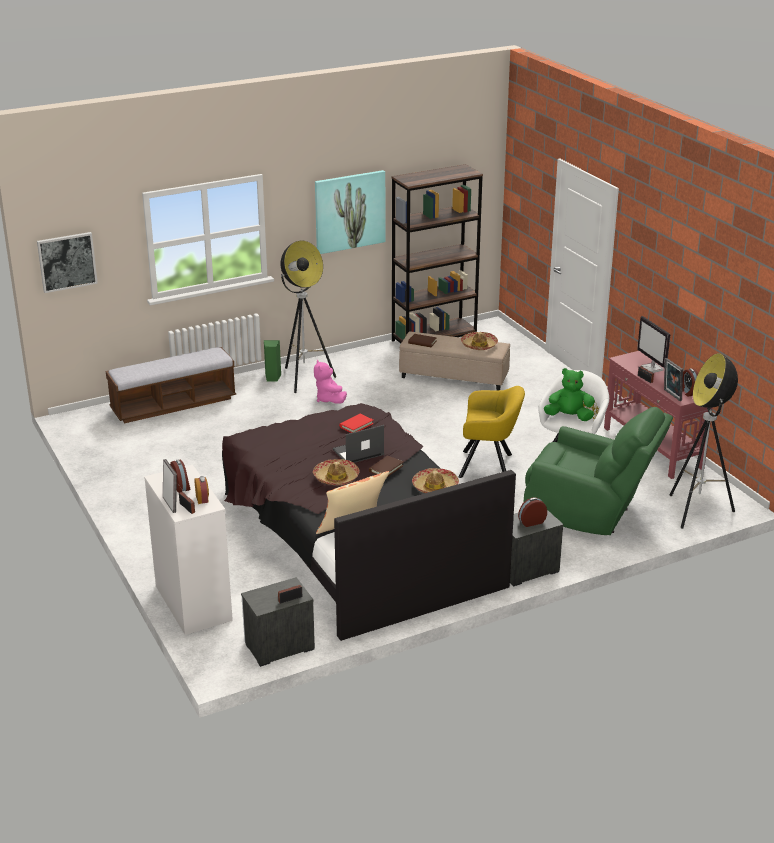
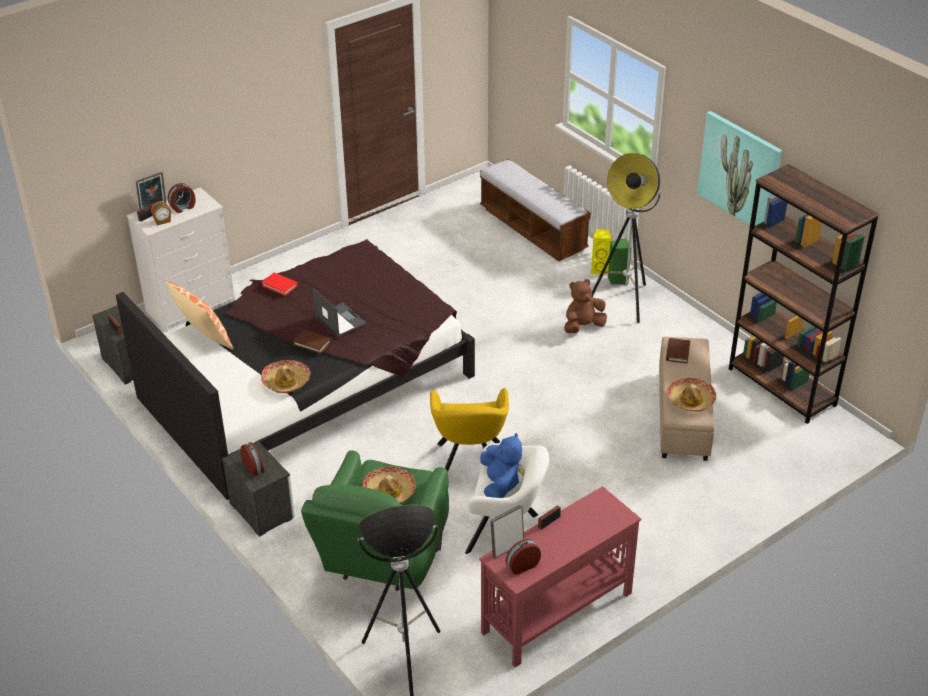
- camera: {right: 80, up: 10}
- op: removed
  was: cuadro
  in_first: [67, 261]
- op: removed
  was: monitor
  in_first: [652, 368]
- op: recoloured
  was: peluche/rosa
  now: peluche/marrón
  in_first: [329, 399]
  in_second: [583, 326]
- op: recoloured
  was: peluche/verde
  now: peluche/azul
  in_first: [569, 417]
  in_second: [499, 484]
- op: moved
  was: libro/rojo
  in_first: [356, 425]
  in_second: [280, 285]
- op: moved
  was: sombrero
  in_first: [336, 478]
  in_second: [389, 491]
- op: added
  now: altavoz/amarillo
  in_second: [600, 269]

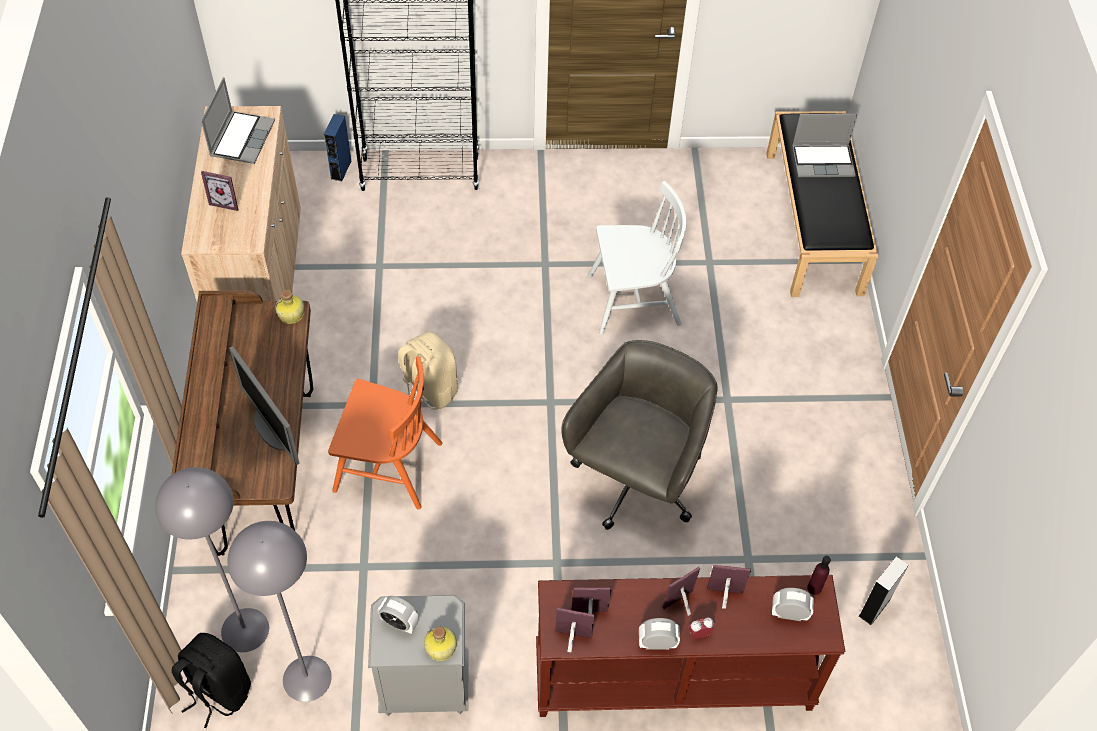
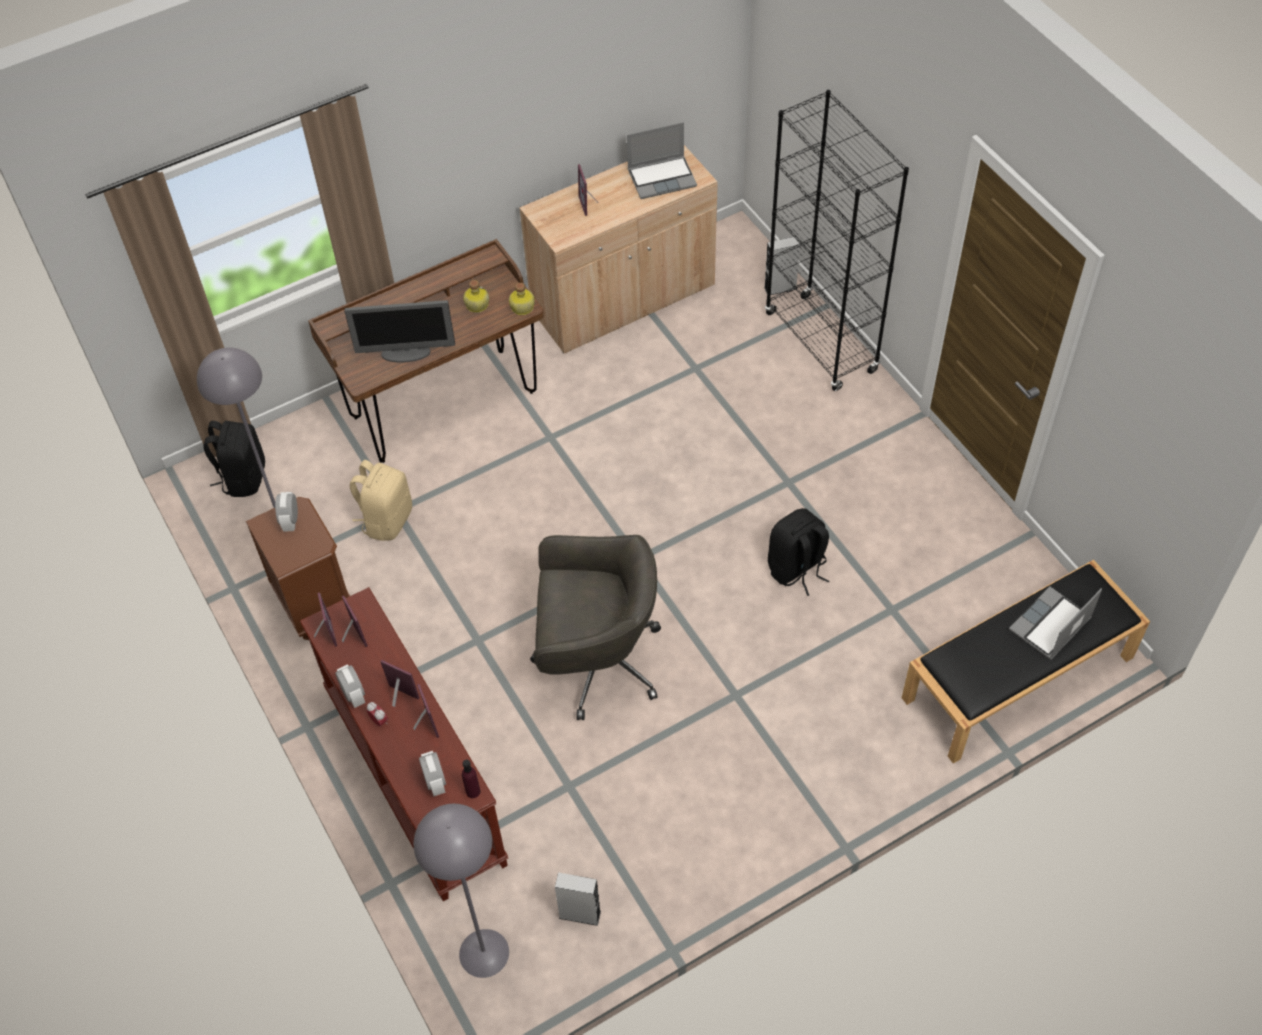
- camera: {right: 65, up: 0}
- op: recoloured
  was: altavoz/azul
  now: altavoz/gris
  in_first: [341, 169]
  in_second: [780, 288]
- op: turned
  was: portátil
  in_first: [823, 161]
  in_second: [1050, 626]
  clockwise: 75
- op: replaced
  was: silla/blanco
  now: mochila/negro
  in_first: [633, 300]
  in_second: [797, 569]
- op: moved
  was: mochila/beis
  in_first: [428, 390]
  in_second: [386, 520]
- op: turned
  was: monitor
  in_first: [272, 430]
  in_second: [406, 353]
  clockwise: -120
- op: removed
  was: silla/naranja
  in_first: [387, 466]
- op: moved
  was: lámpara de pie/gris
  in_first: [245, 630]
  in_second: [484, 953]
- op: recoloured
  was: mesita de noche/gris
  now: mesita de noche/marrón
  in_first: [424, 686]
  in_second: [314, 603]
- op: moved
  was: botella
  in_first: [440, 648]
  in_second: [476, 304]

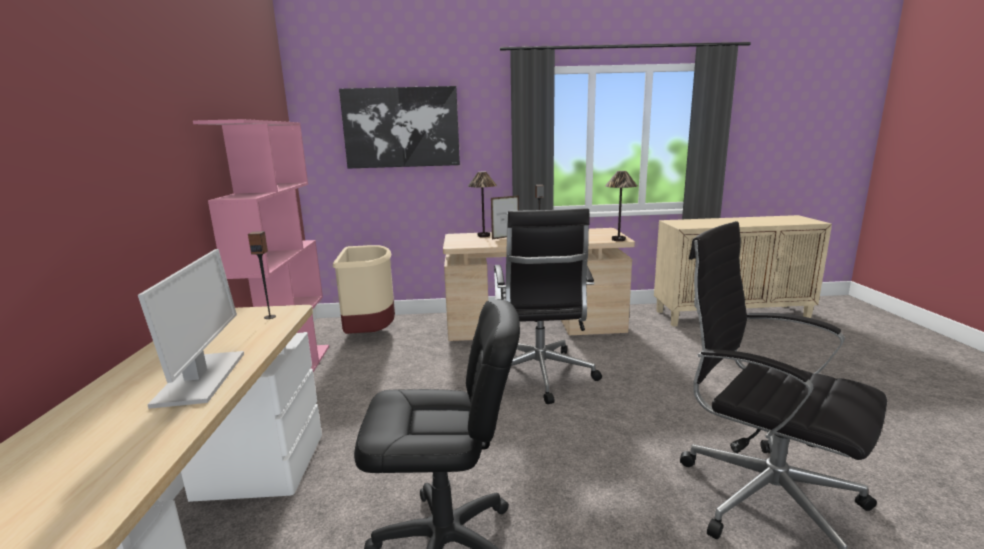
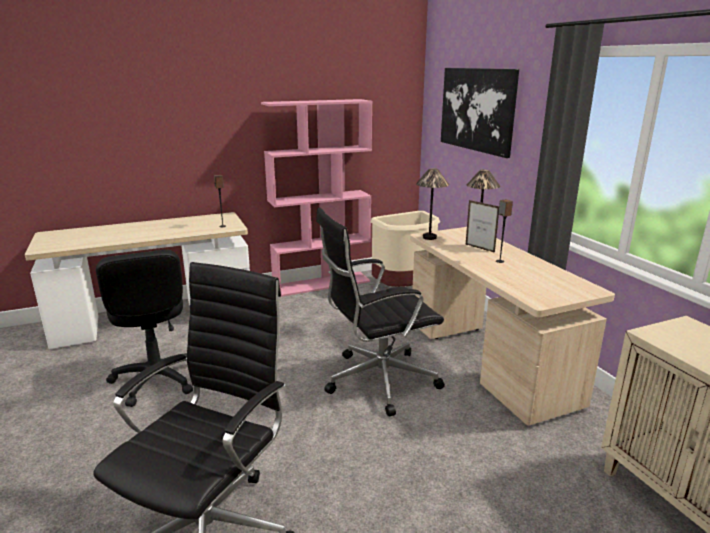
- camera: {right: 70, up: 5}
- op: moved
  was: lámpara de mesa
  in_first: [618, 239]
  in_second: [429, 237]
- op: removed
  was: monitor
  in_first: [201, 379]

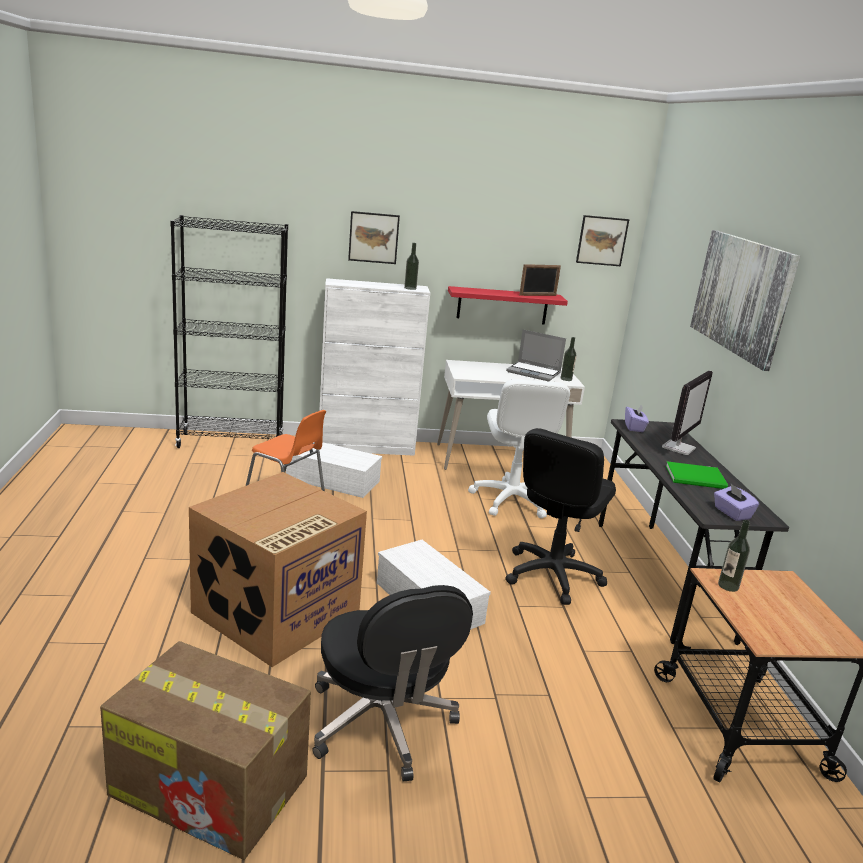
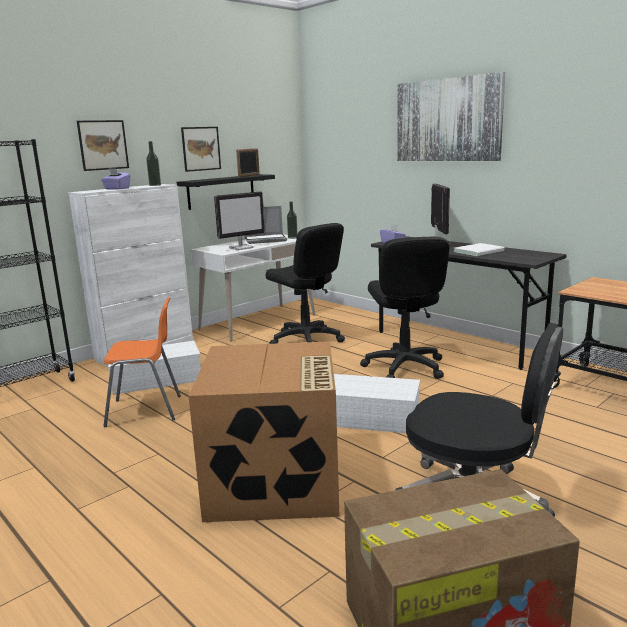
- camera: {right: -35, up: -5}
- op: moved
  was: cuadro
  in_first: [602, 240]
  in_second: [201, 148]
- op: recoloured
  was: estante/rojo
  now: estante/negro
  in_first: [502, 305]
  in_second: [221, 191]
- op: recoloured
  was: silla de oficina/blanco
  now: silla de oficina/negro
  in_first: [511, 500]
  in_second: [306, 340]
- op: recoloured
  was: libro/verde
  now: libro/blanco
  in_first: [697, 478]
  in_second: [480, 251]
- op: moved
  was: caja de pañuelos/morado
  in_first: [731, 513]
  in_second: [117, 189]
- op: removed
  was: botella
  in_first: [728, 586]
- op: added
  now: monitor
  in_second: [241, 248]

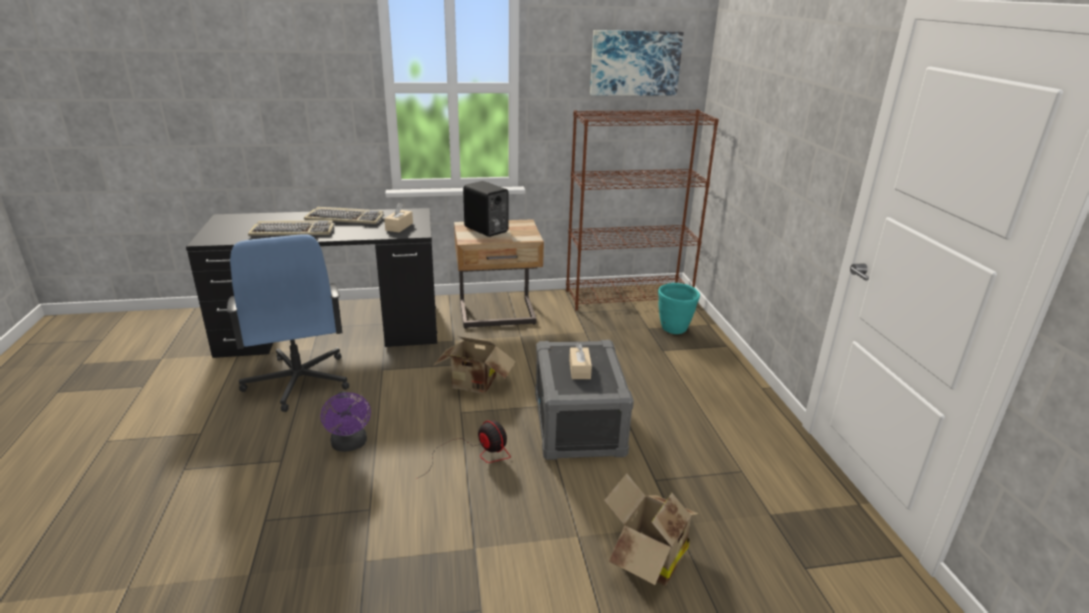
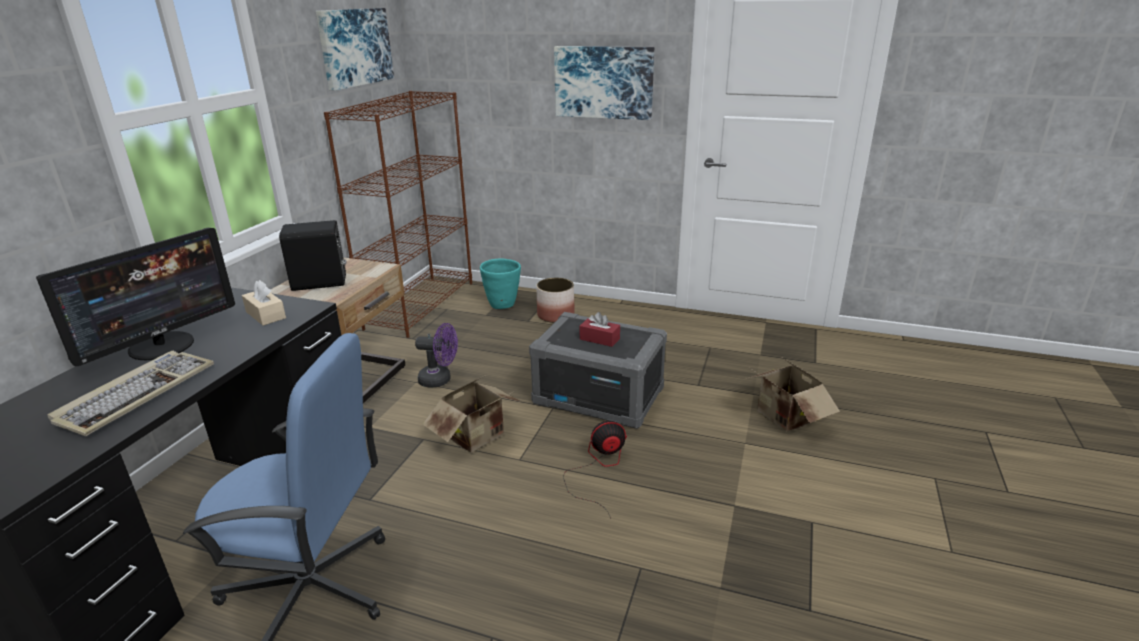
- camera: {right: -60, up: 0}
- op: replaced
  was: teclado
  now: monitor
  in_first: [346, 218]
  in_second: [162, 346]
- op: recoloured
  was: caja de pañuelos/beis
  now: caja de pañuelos/rojo
  in_first: [579, 369]
  in_second: [599, 339]
- op: moved
  was: ventilador/morado
  in_first: [350, 445]
  in_second: [440, 380]
- op: added
  now: cuadro
  in_second: [604, 82]
- op: added
  now: maceta
  in_second: [555, 316]

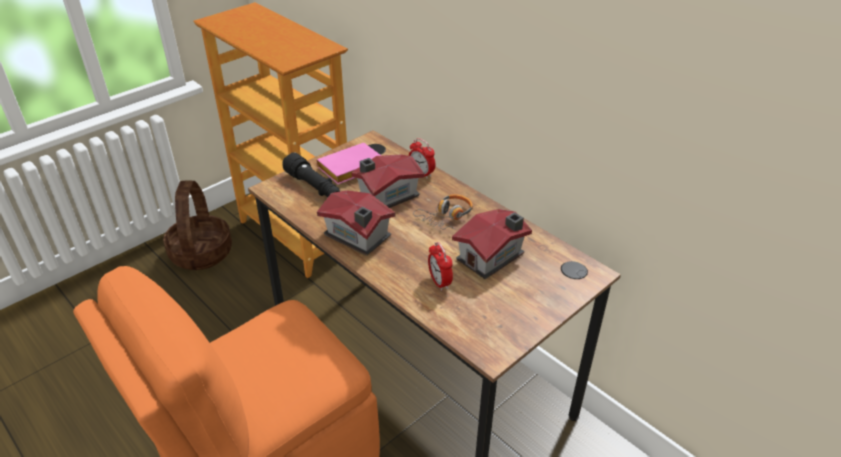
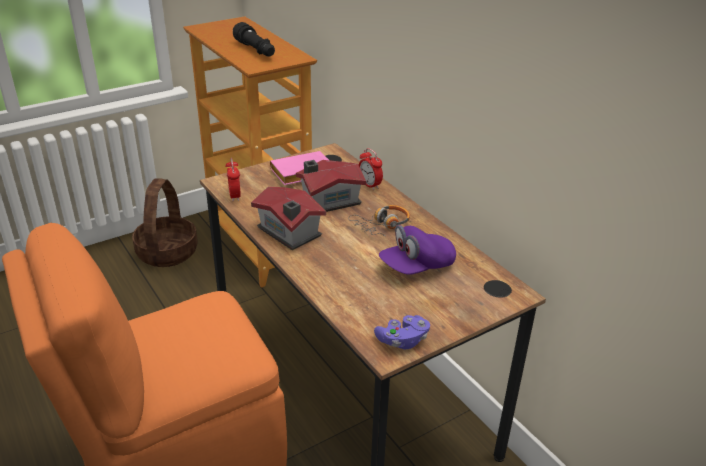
- camera: {right: 10, up: -5}
- op: moved
  was: linterna/negro
  in_first: [314, 187]
  in_second: [256, 50]
- op: replaced
  was: casita
  now: gorra/morado
  in_first: [492, 257]
  in_second: [416, 266]
- op: moved
  was: despertador
  in_first: [439, 282]
  in_second: [235, 196]
- op: added
  now: mando de consola/morado
  in_second: [402, 340]

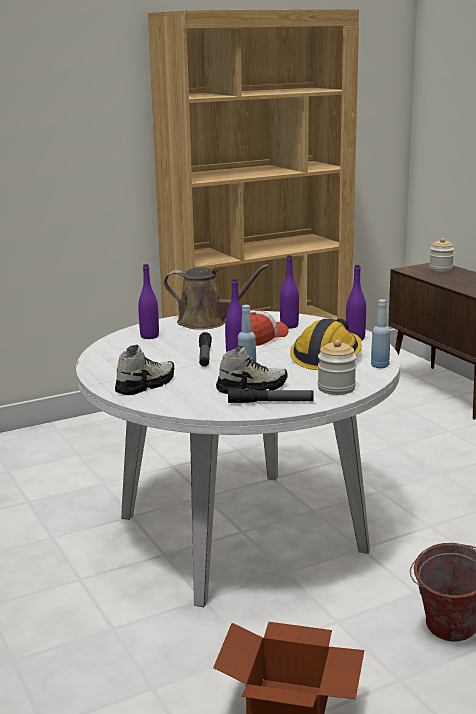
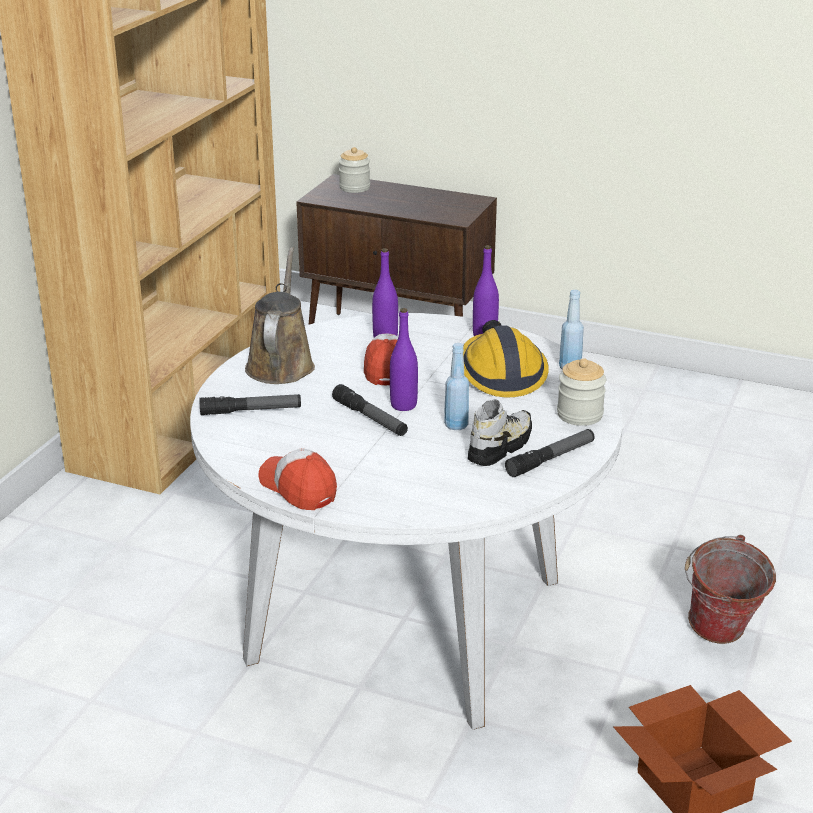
- camera: {right: -40, up: 10}
- op: replaced
  was: botella/morado
  now: linterna
  in_first: [149, 336]
  in_second: [251, 411]
- op: turned
  was: regadera/marrón
  in_first: [207, 322]
  in_second: [281, 364]
  clockwise: -60
- op: removed
  was: zapato
  in_first: [145, 385]
- op: added
  now: gorra
  in_second: [298, 488]

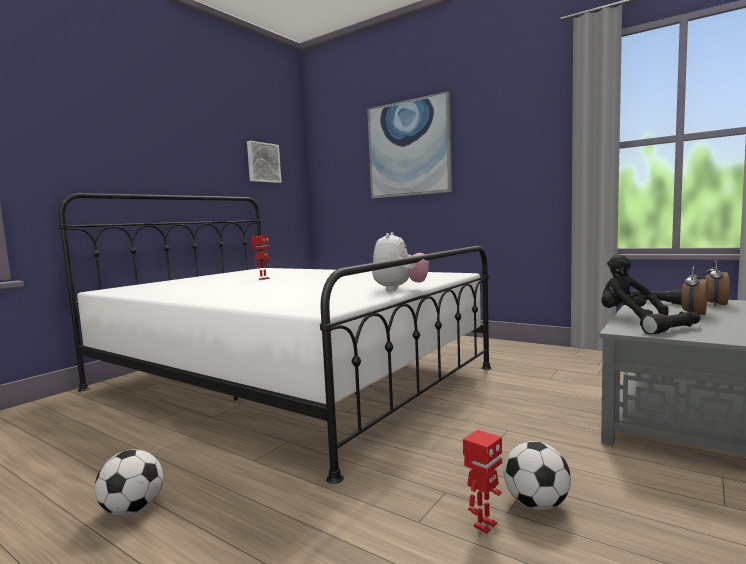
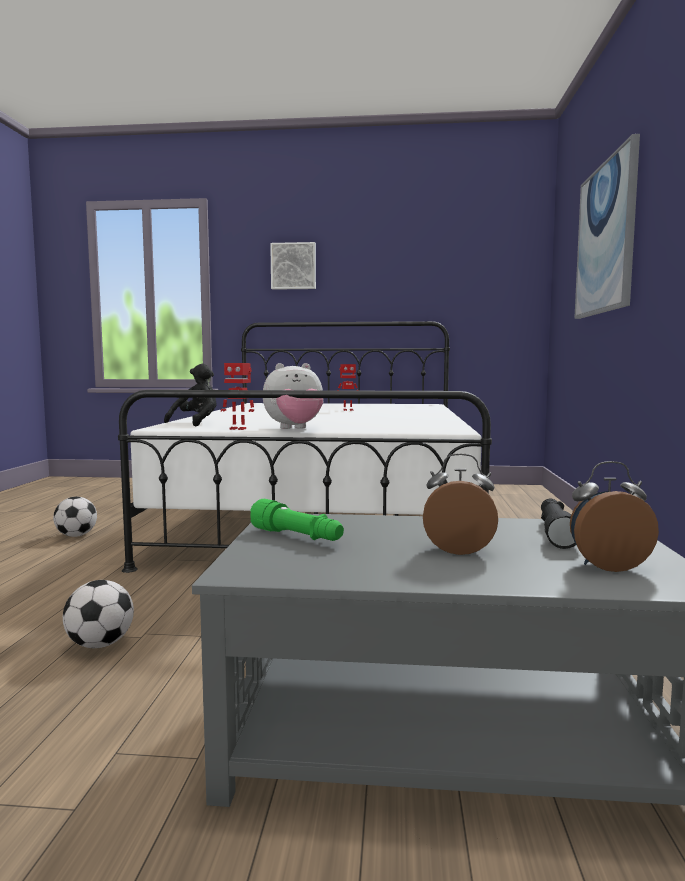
- camera: {right: 60, up: 0}
- op: moved
  was: cuadro
  in_first: [263, 162]
  in_second: [293, 266]
- op: moved
  was: peluche/negro
  in_first: [627, 316]
  in_second: [196, 423]
- op: recoloured
  was: linterna/negro
  now: linterna/verde
  in_first: [672, 330]
  in_second: [297, 537]
- op: moved
  was: robot de juguete
  in_first: [484, 525]
  in_second: [238, 429]

